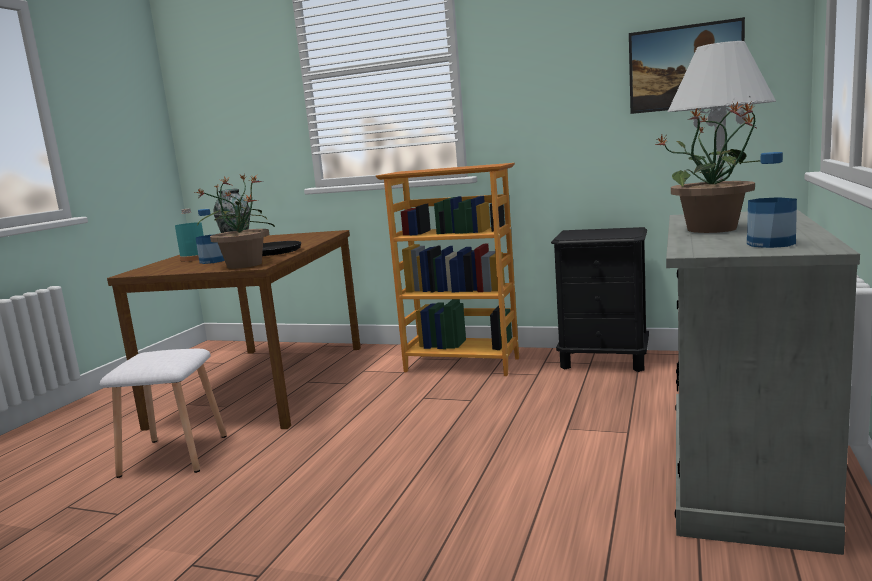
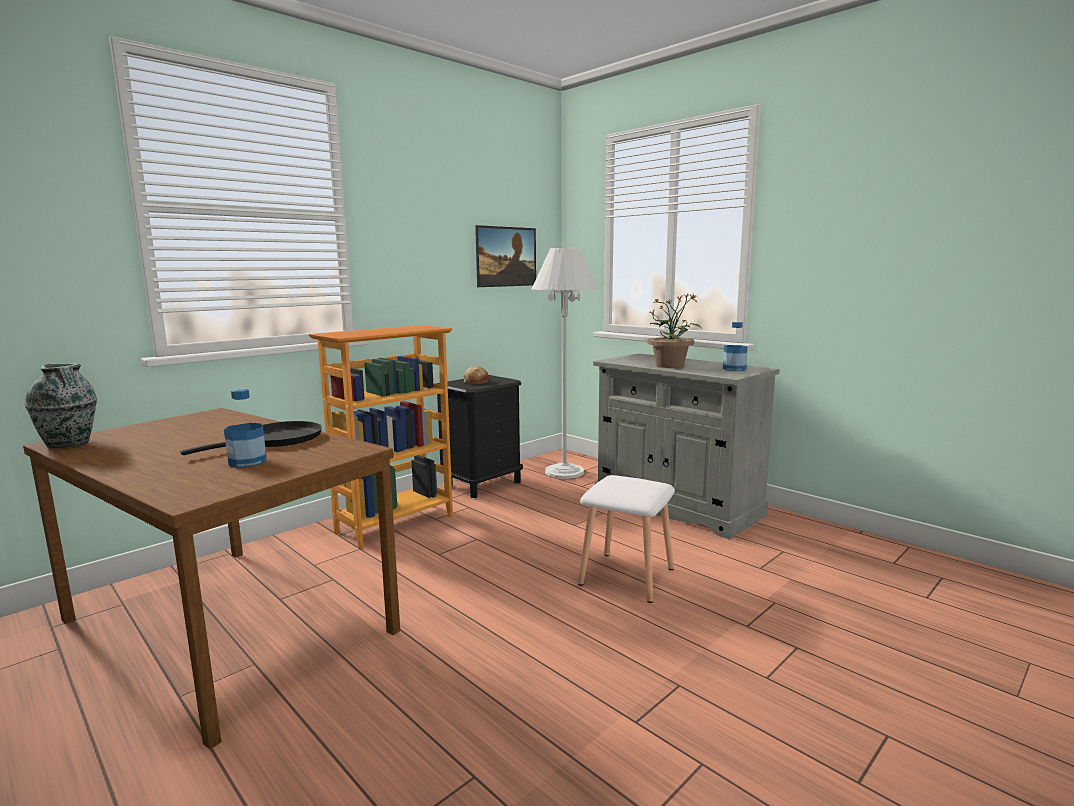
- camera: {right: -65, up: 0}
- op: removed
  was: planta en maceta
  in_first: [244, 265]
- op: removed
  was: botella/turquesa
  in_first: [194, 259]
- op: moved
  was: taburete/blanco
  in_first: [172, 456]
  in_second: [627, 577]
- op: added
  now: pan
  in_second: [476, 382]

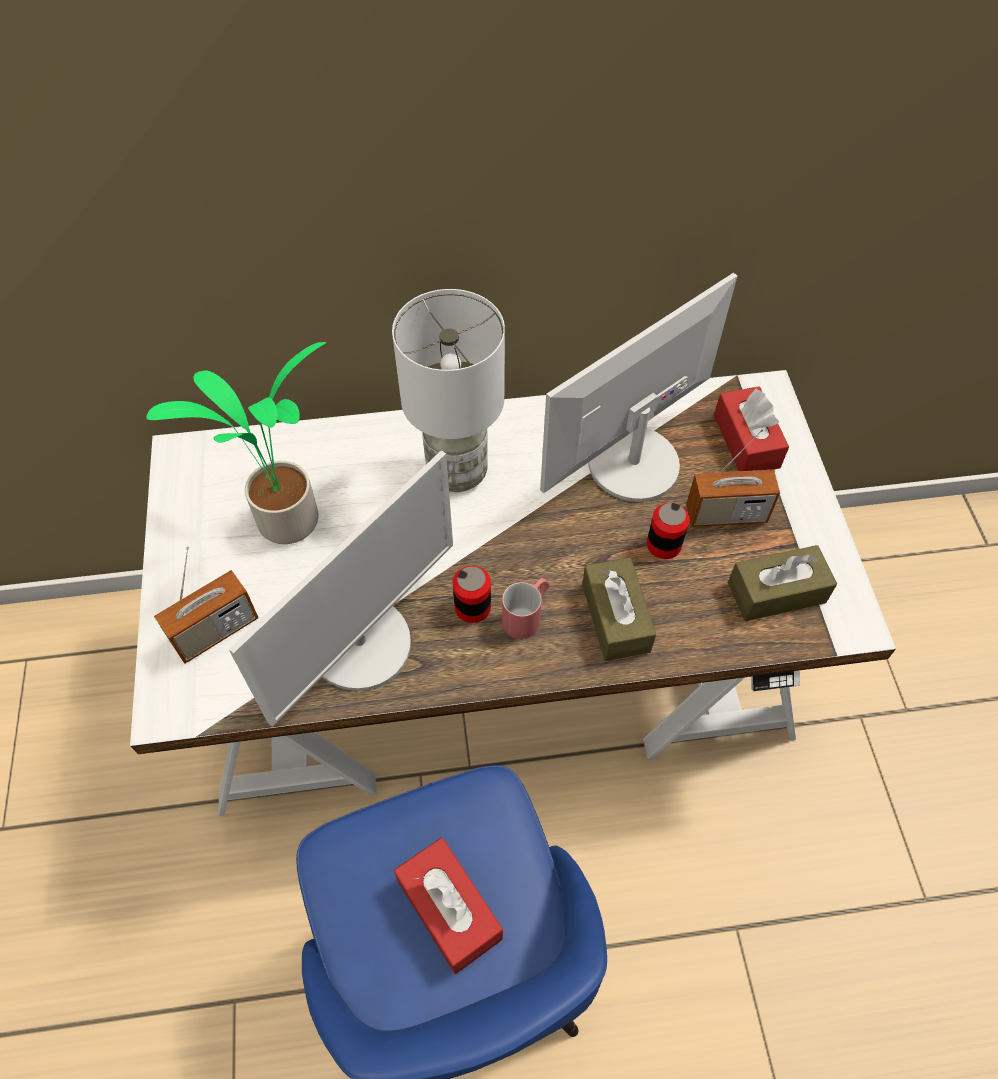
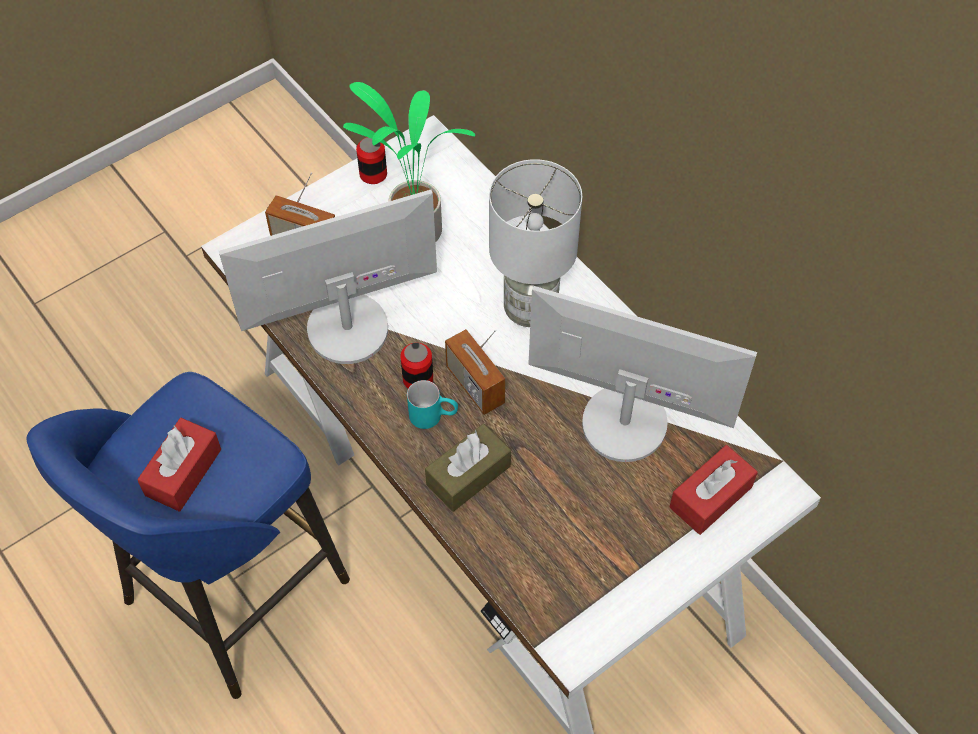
- camera: {right: 60, up: 0}
- op: moved
  was: radio
  in_first: [726, 514]
  in_second: [475, 385]
- op: turned
  was: monitor
  in_first: [361, 644]
  in_second: [346, 328]
  clockwise: 150
- op: moved
  was: lata
  in_first: [663, 545]
  in_second: [373, 174]
- op: removed
  was: caja de pañuelos/marrón
  in_first: [776, 592]
- op: recoloured
  was: taza grande/rojo
  now: taza grande/turquesa
  in_first: [527, 615]
  in_second: [433, 416]

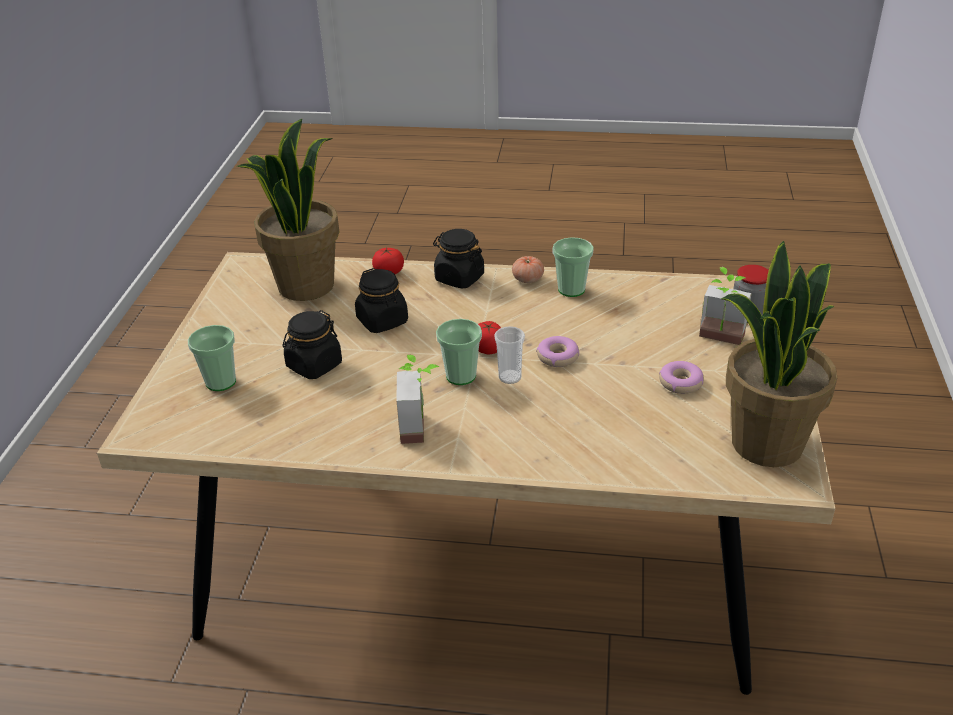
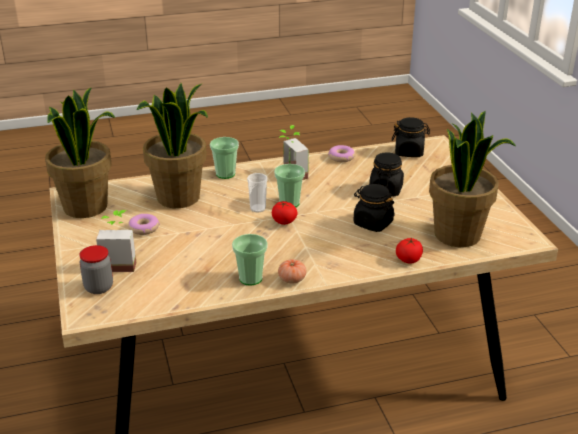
- camera: {right: 155, up: -5}
- op: moved
  was: tarro/negro
  in_first: [459, 278]
  in_second: [409, 152]
- op: moved
  was: taza
  in_first: [221, 382]
  in_second: [225, 174]
- op: moved
  was: rosquilla
  in_first: [557, 357]
  in_second: [341, 157]
- op: added
  now: planta en maceta
  in_second: [179, 198]

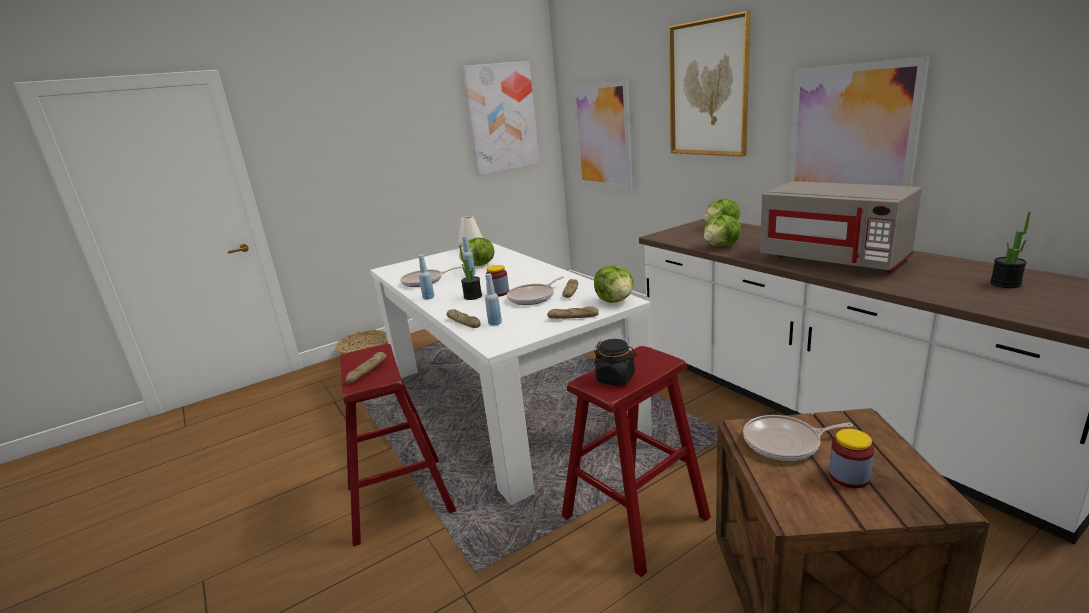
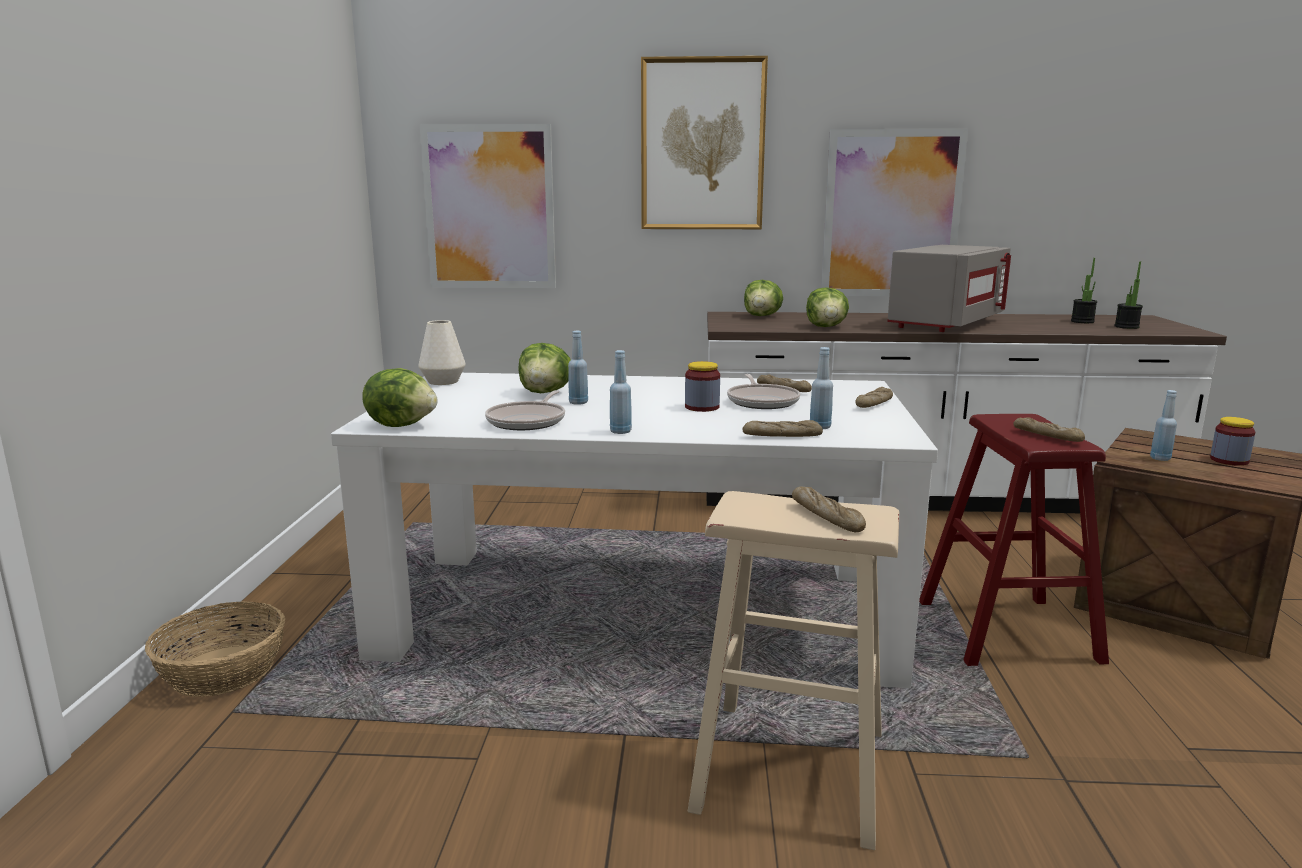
- camera: {right: -55, up: -5}
- op: removed
  was: cuadro
  in_first: [501, 118]
- op: turned
  was: microondas/gris
  in_first: [833, 259]
  in_second: [945, 323]
  clockwise: -45
- op: moved
  was: planta en maceta
  in_first: [473, 296]
  in_second: [1126, 327]
- op: moved
  was: lechuga
  in_first: [615, 300]
  in_second: [402, 425]
- op: replaced
  was: tarro/negro
  now: pan
  in_first: [616, 378]
  in_second: [1047, 436]
- op: recoloured
  was: taburete/rojo
  now: taburete/beis
  in_first: [399, 498]
  in_second: [790, 769]
- op: replaced
  was: sartén
  now: botella/azul
  in_first: [785, 443]
  in_second: [1160, 458]

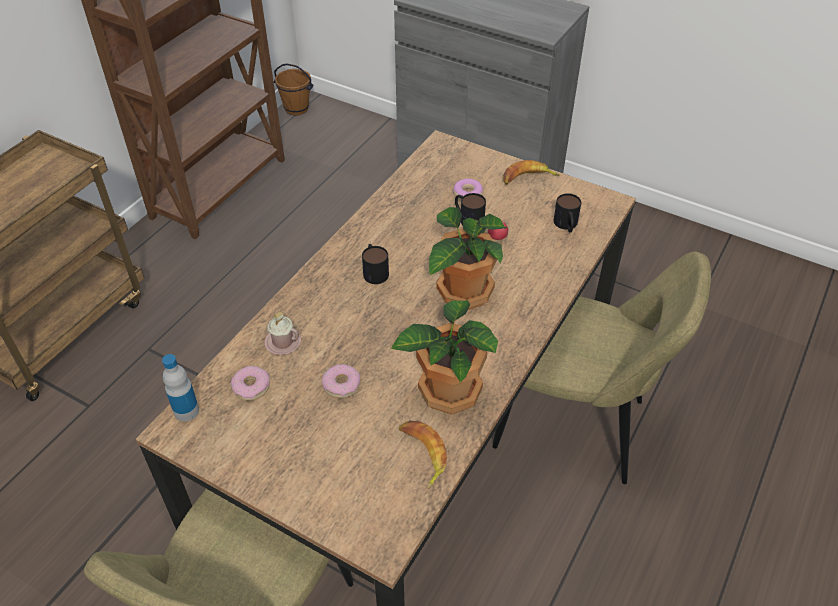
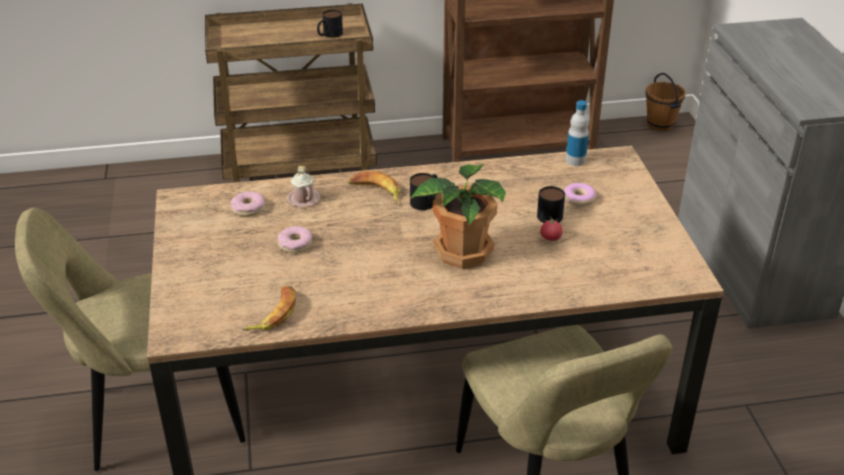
- camera: {right: 50, up: -10}
- op: moved
  was: plátano
  in_first: [528, 178]
  in_second: [375, 191]
- op: moved
  was: taza grande
  in_first: [566, 225]
  in_second: [329, 35]
- op: removed
  was: planta en maceta
  in_first: [447, 390]
- op: moved
  was: botella
  in_first: [186, 411]
  in_second: [575, 160]

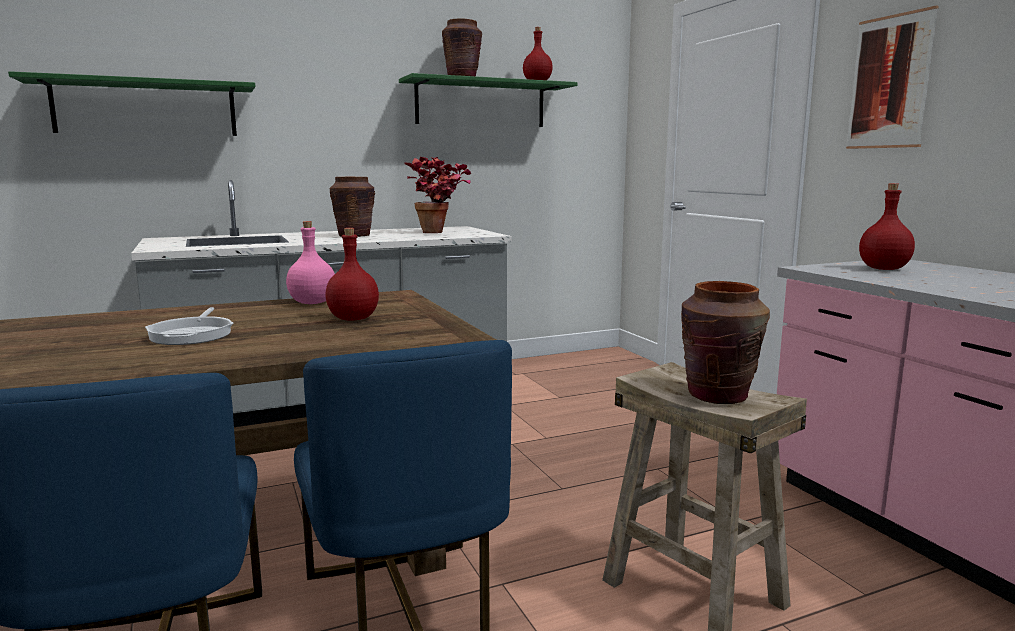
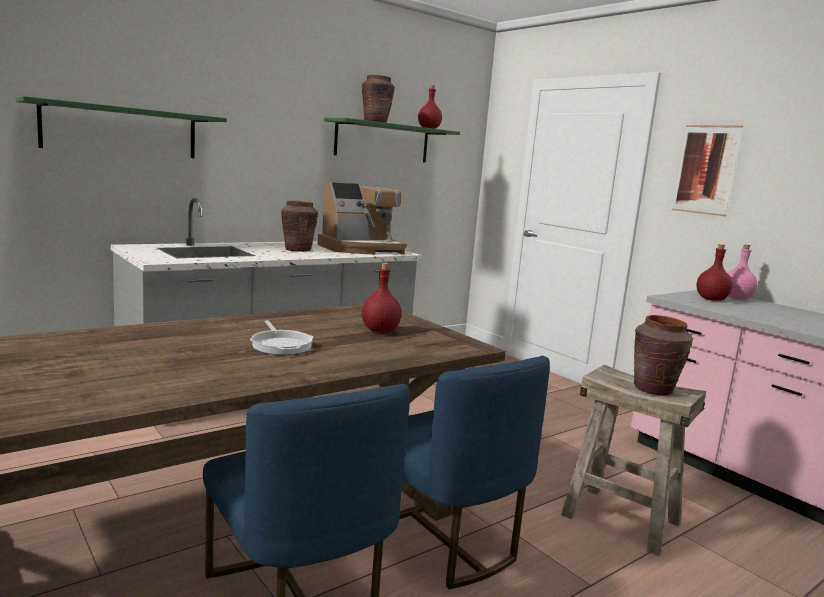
- camera: {right: -15, up: 0}
- op: replaced
  was: planta en maceta
  now: cafetera
  in_first: [439, 233]
  in_second: [361, 249]
- op: moved
  was: botella/rosa
  in_first: [312, 302]
  in_second: [736, 298]

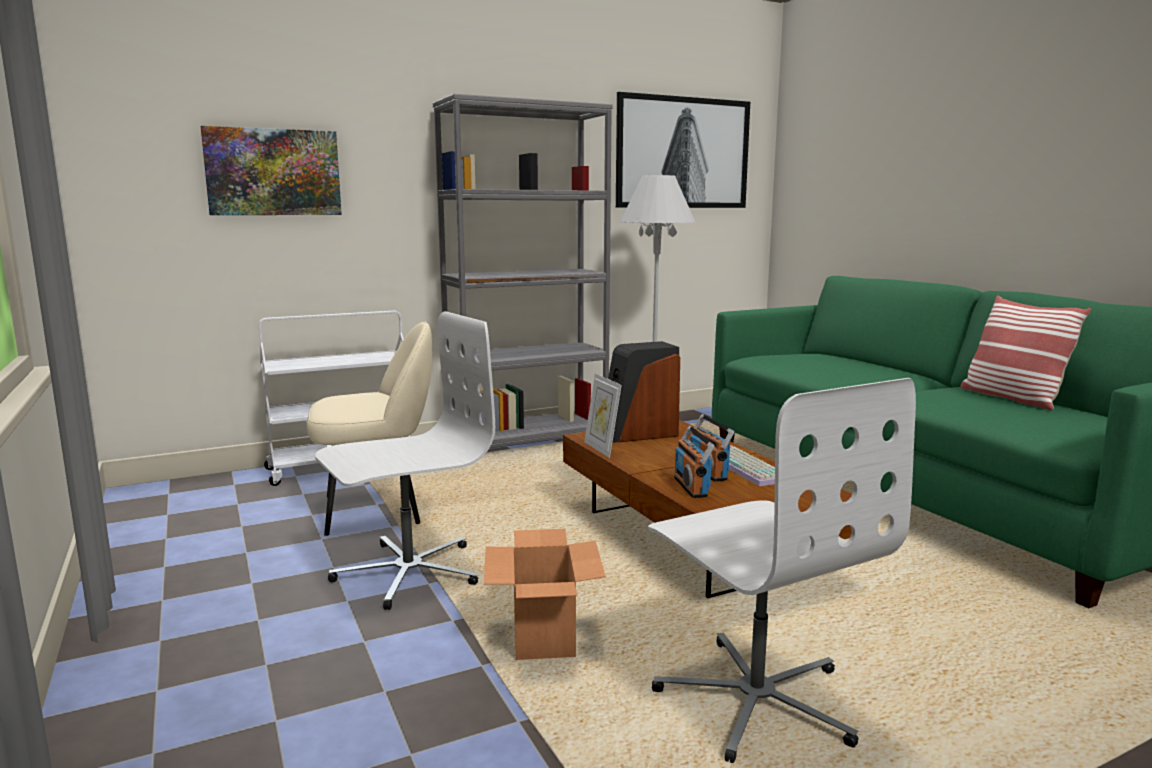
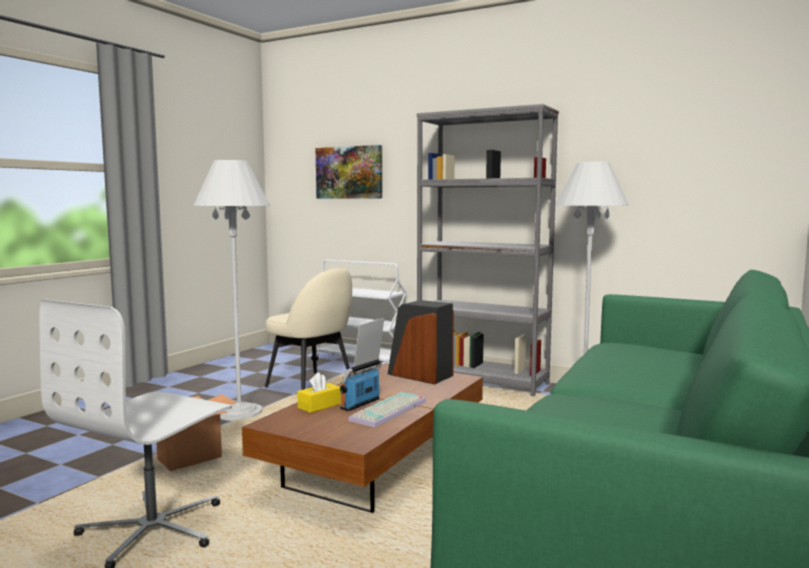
- camera: {right: 55, up: -5}
- op: removed
  was: cuadro
  in_first: [683, 153]
- op: removed
  was: cojín
  in_first: [1012, 398]
- op: replaced
  was: silla de oficina/blanco
  now: lámpara de pie/blanco
  in_first: [407, 572]
  in_second: [239, 412]
- op: replaced
  was: radio
  now: caja de pañuelos/amarillo
  in_first: [691, 487]
  in_second: [320, 405]

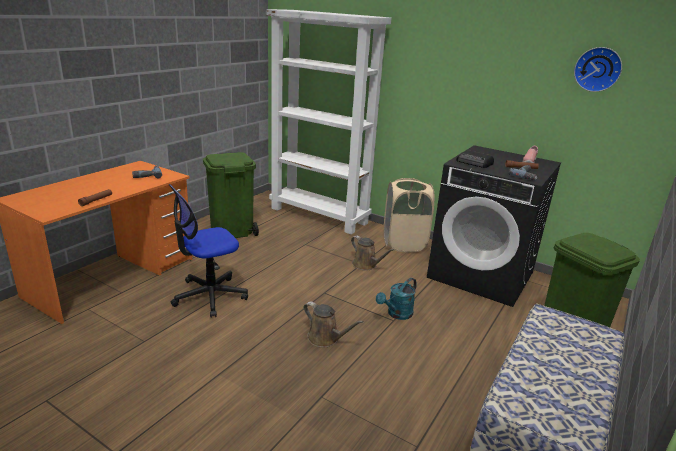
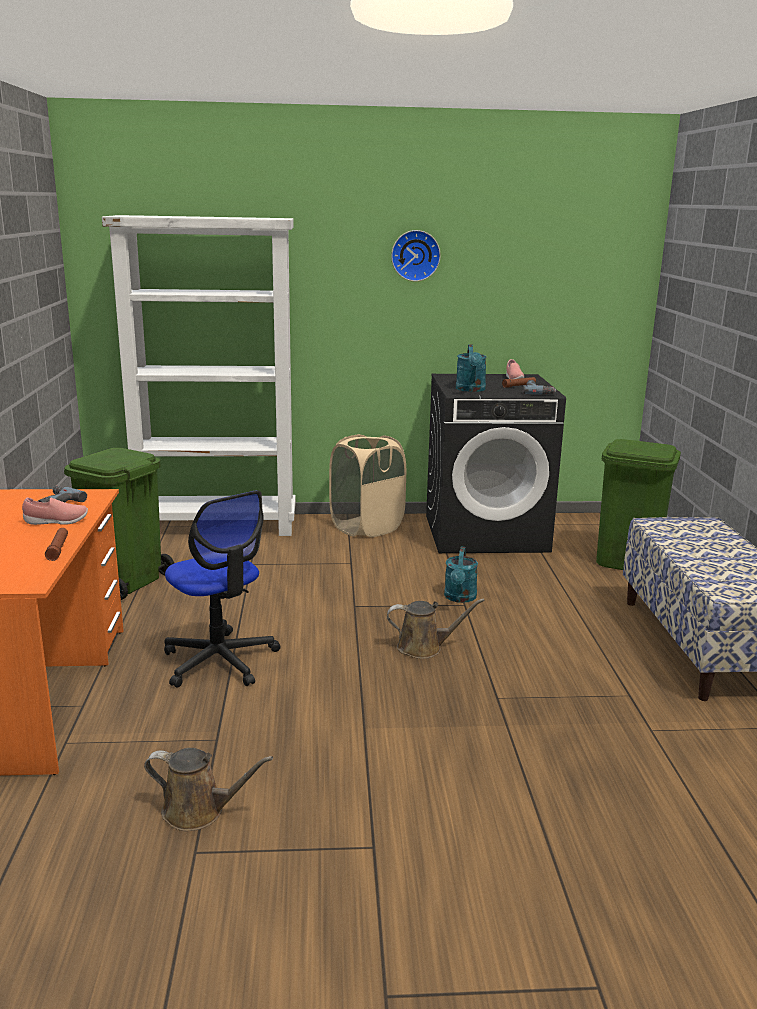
- camera: {right: -35, up: -5}
- op: moved
  was: reloj de pared
  in_first: [598, 69]
  in_second: [415, 255]
- op: replaced
  was: radio
  now: regadera/turquesa
  in_first: [474, 163]
  in_second: [471, 390]
- op: turned
  was: silla de oficina
  in_first: [209, 296]
  in_second: [220, 661]
  clockwise: -60
- op: moved
  was: regadera/marrón
  in_first: [366, 265]
  in_second: [199, 811]
- op: added
  now: zapato/rosa
  in_second: [56, 522]

